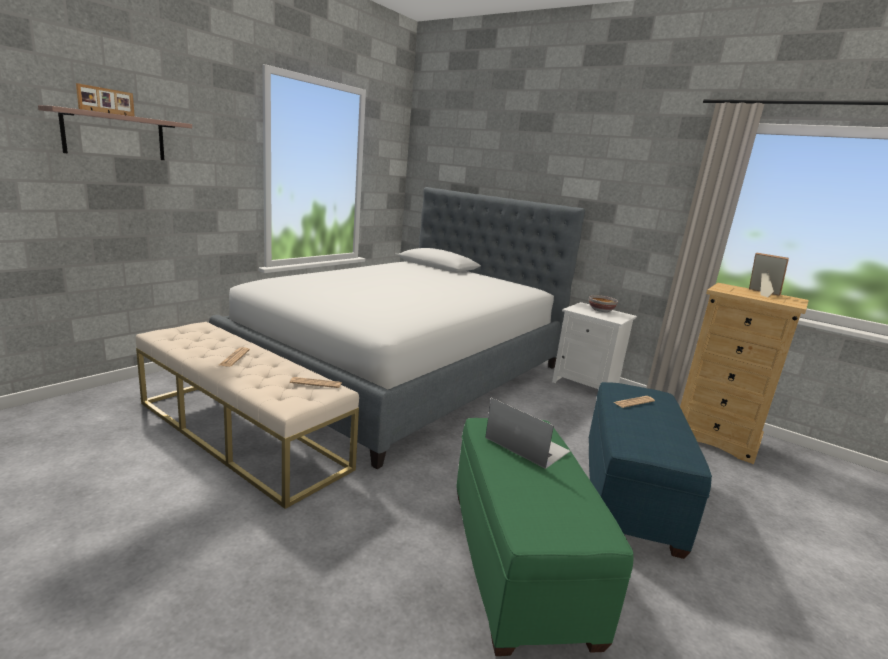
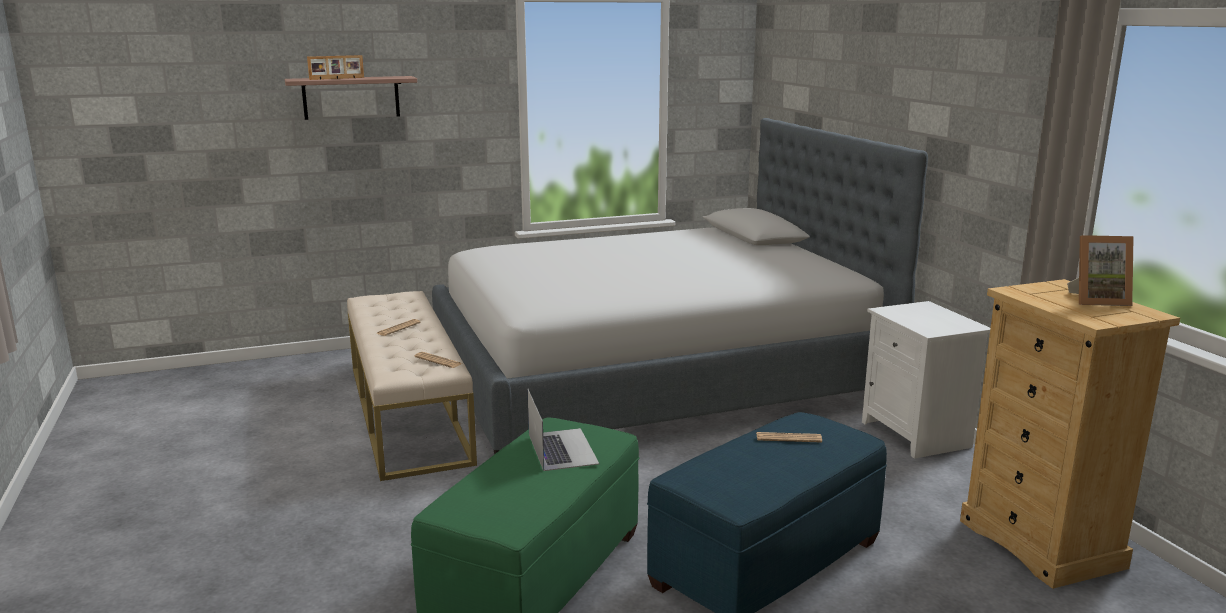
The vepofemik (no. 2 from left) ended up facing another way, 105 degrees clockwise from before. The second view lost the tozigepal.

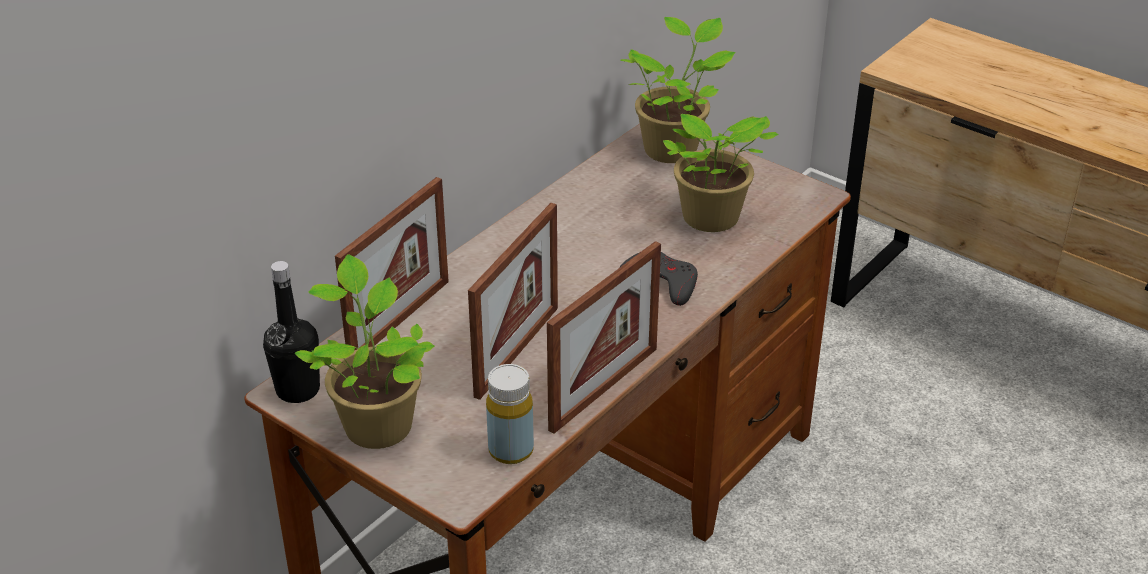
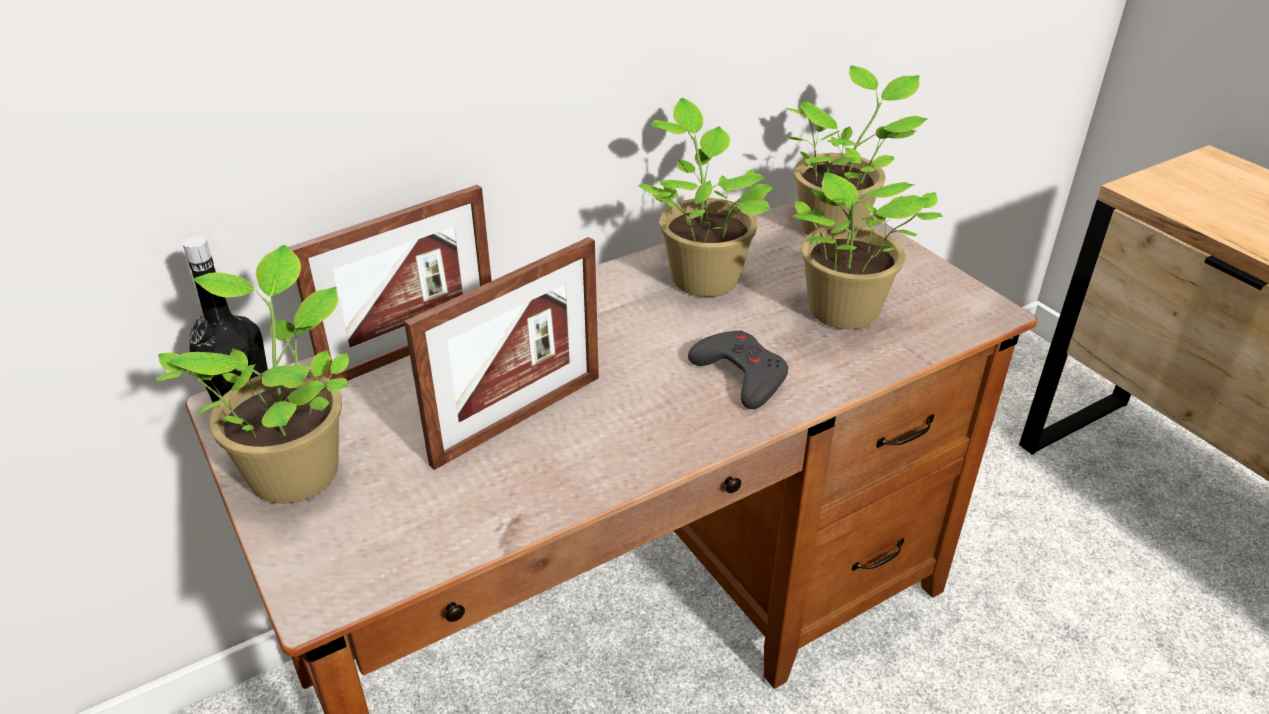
The second view lost the vepofemik (no. 3 from left). The second view lost the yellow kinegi. The second view gained the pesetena (no. 2 from left).

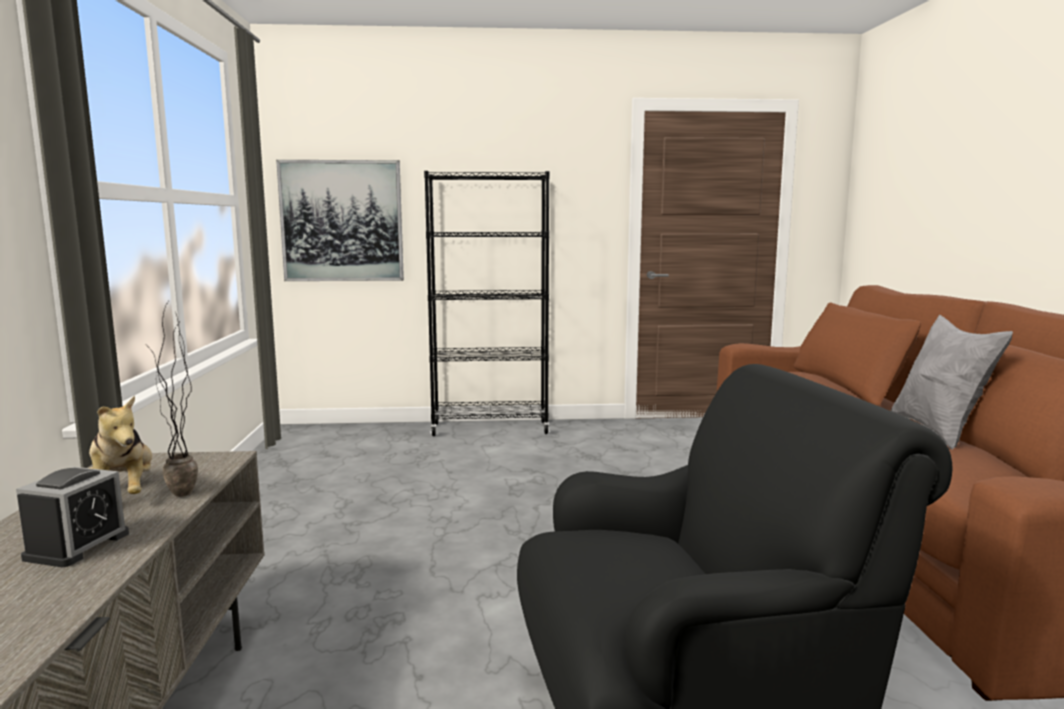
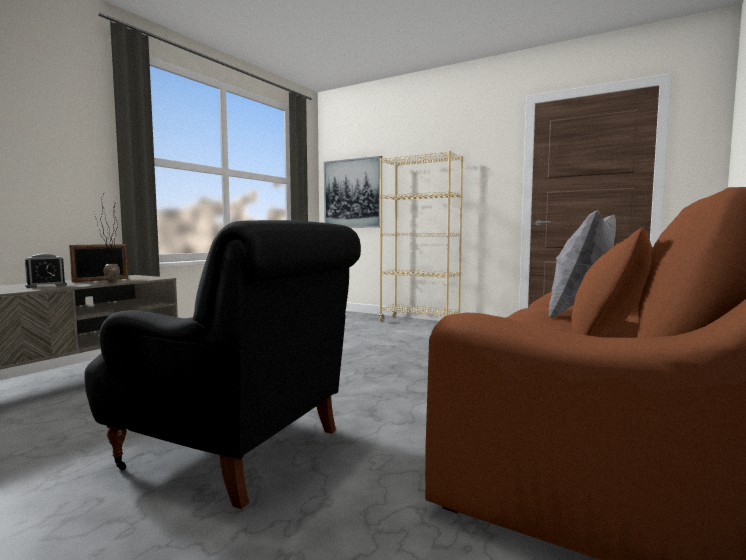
What was the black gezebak turned into the beige gezebak. Where the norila stood, the vepofemik came to stand.

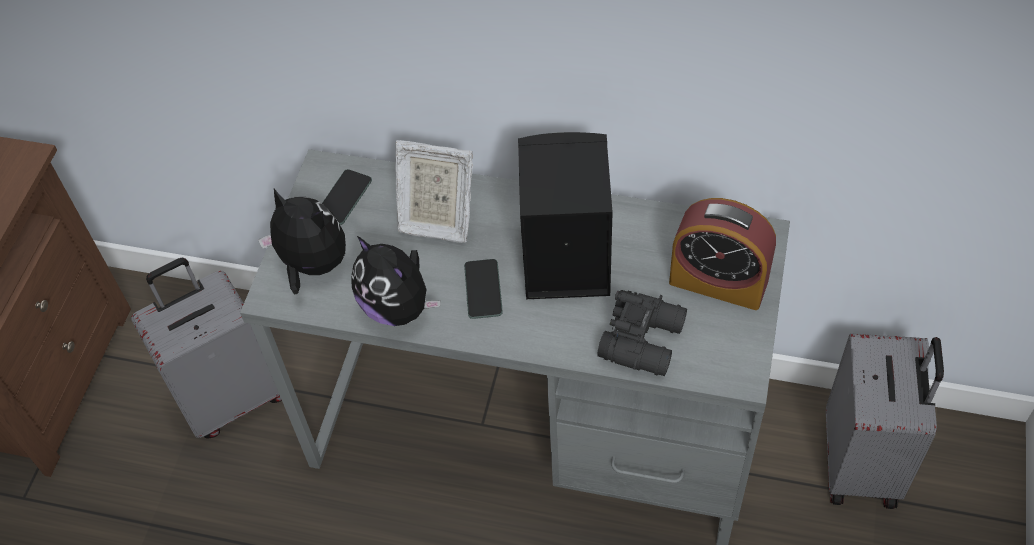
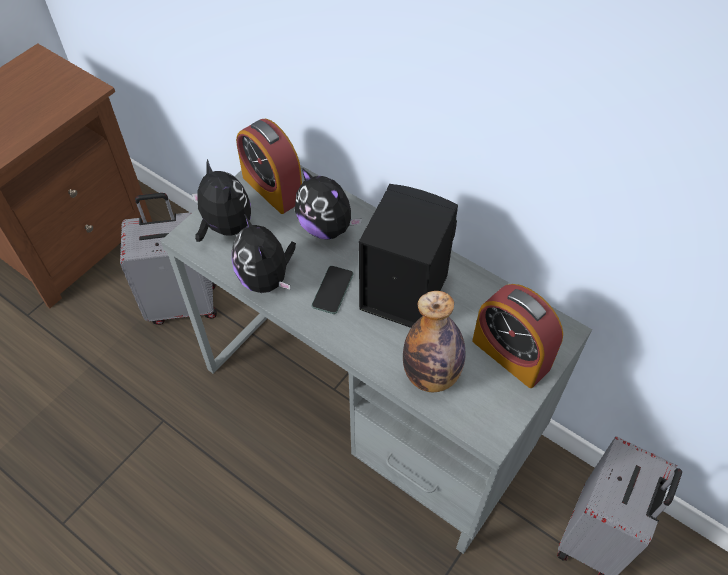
Where the vepofemik stood, the norila (no. 3 from left) came to stand. Where the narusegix (no. 1 from left) stood, the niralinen (no. 1 from left) came to stand. Where the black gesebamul stood, the kinegi came to stand.

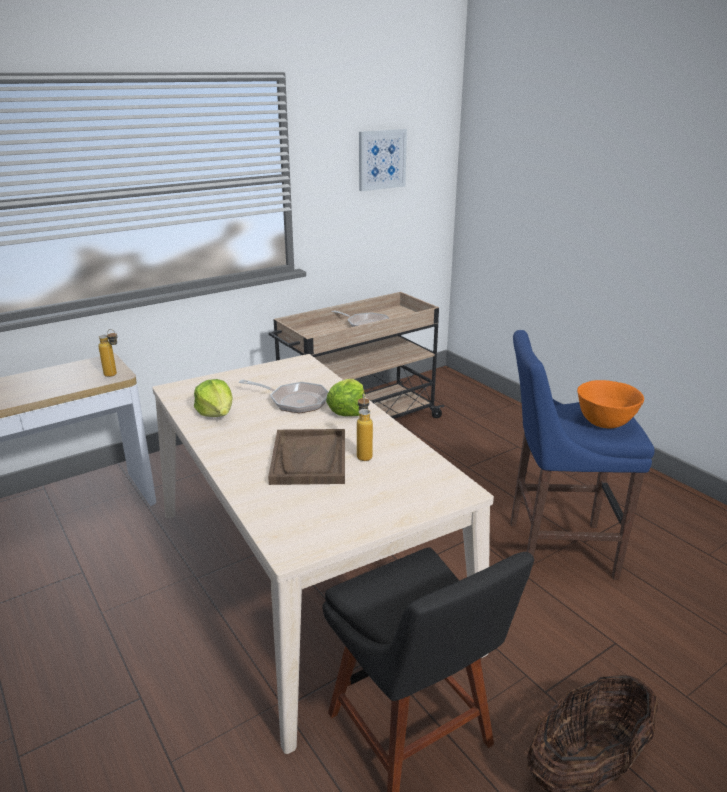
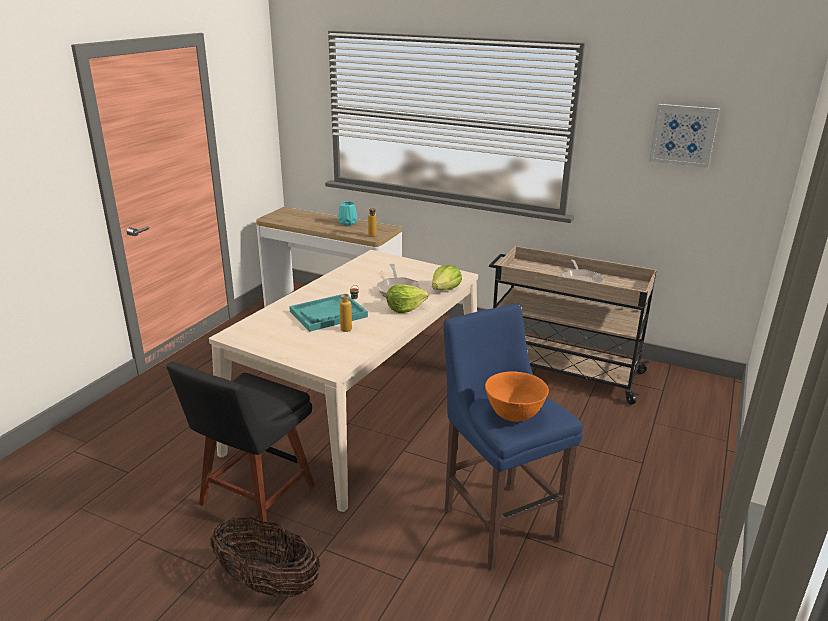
The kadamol (no. 1 from left in the first image) ended up elsewhere. What was the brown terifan turned into the turquoise terifan. The second view gained the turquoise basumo.

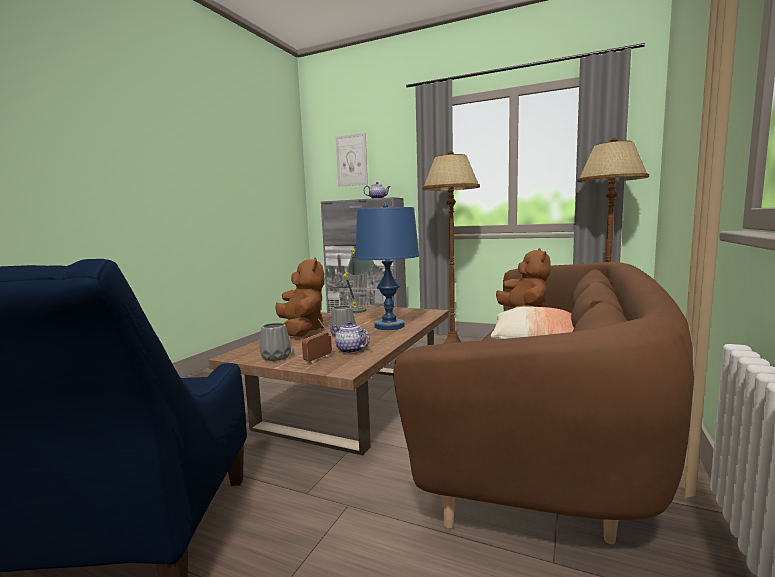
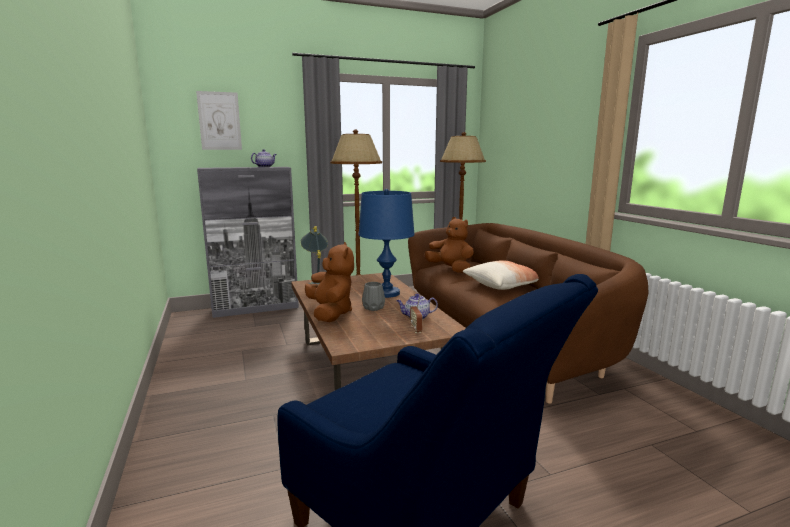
The brown norila (no. 1 from left) ended up facing another way, 45 degrees clockwise from before. The second view lost the grey basumo (no. 1 from left).

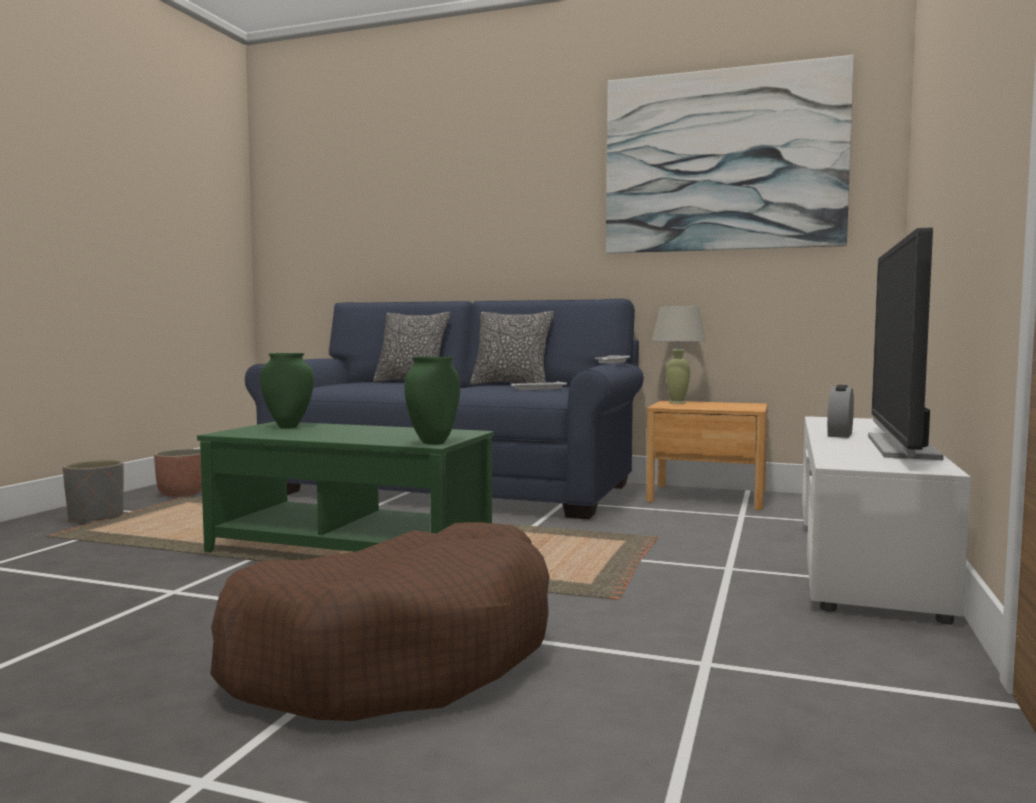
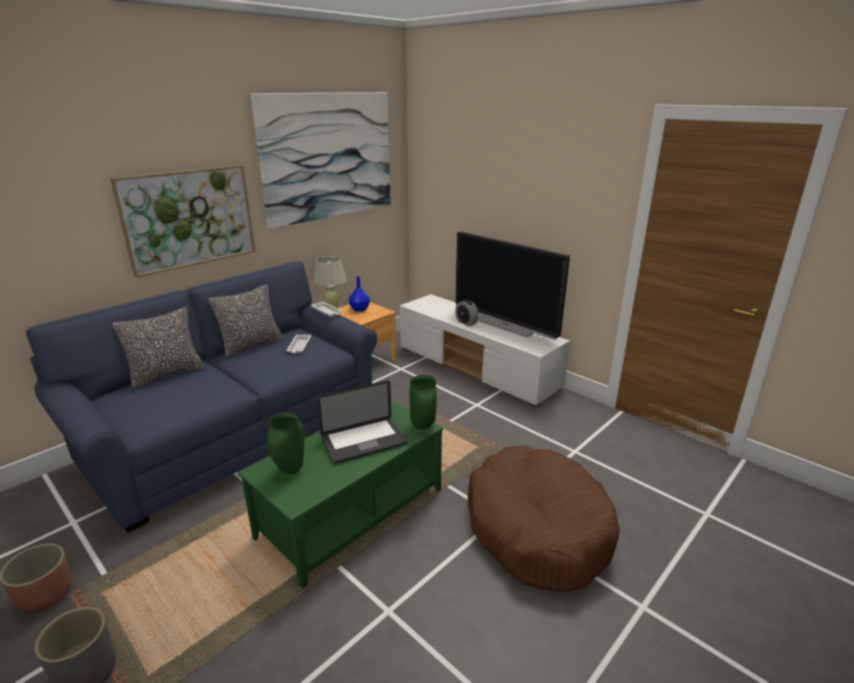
The second view gained the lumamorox (no. 1 from left). The second view gained the blue basumo. The second view gained the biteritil.

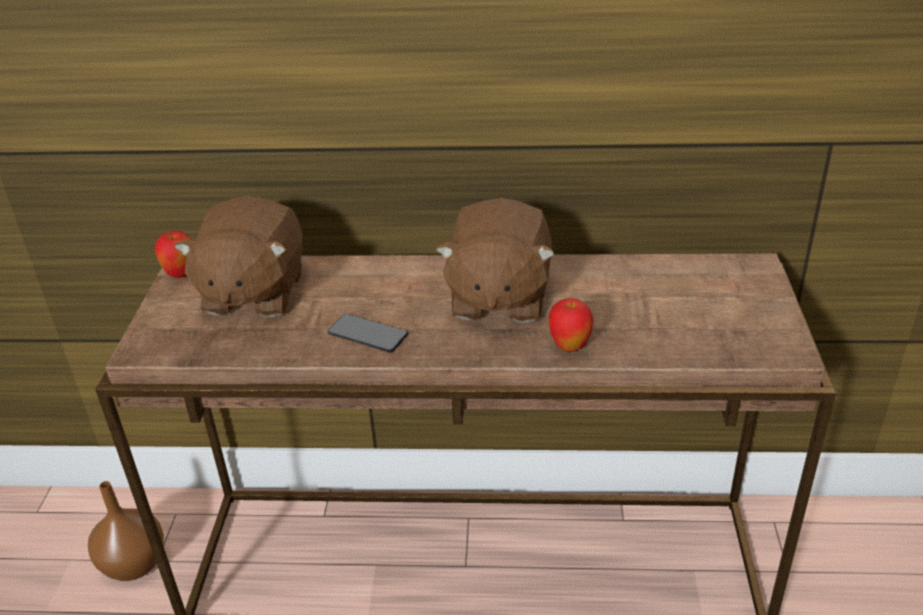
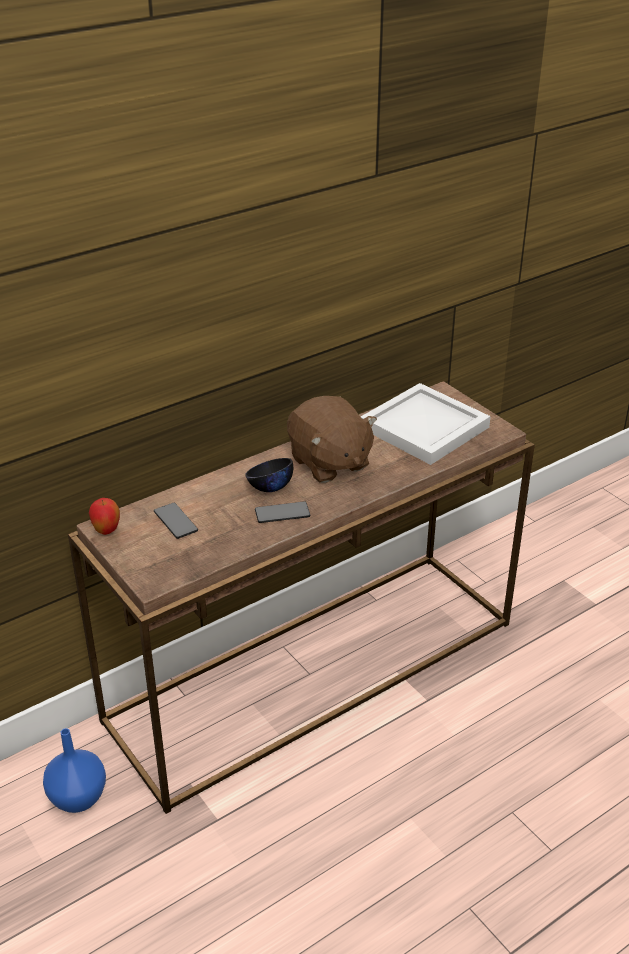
Where the brown norila (no. 1 from left) stood, the narusegix (no. 1 from left) came to stand. The second view lost the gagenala (no. 2 from left). What was the brown basumo turned into the blue basumo. The second view gained the white terifan. The second view gained the black tozigepal.

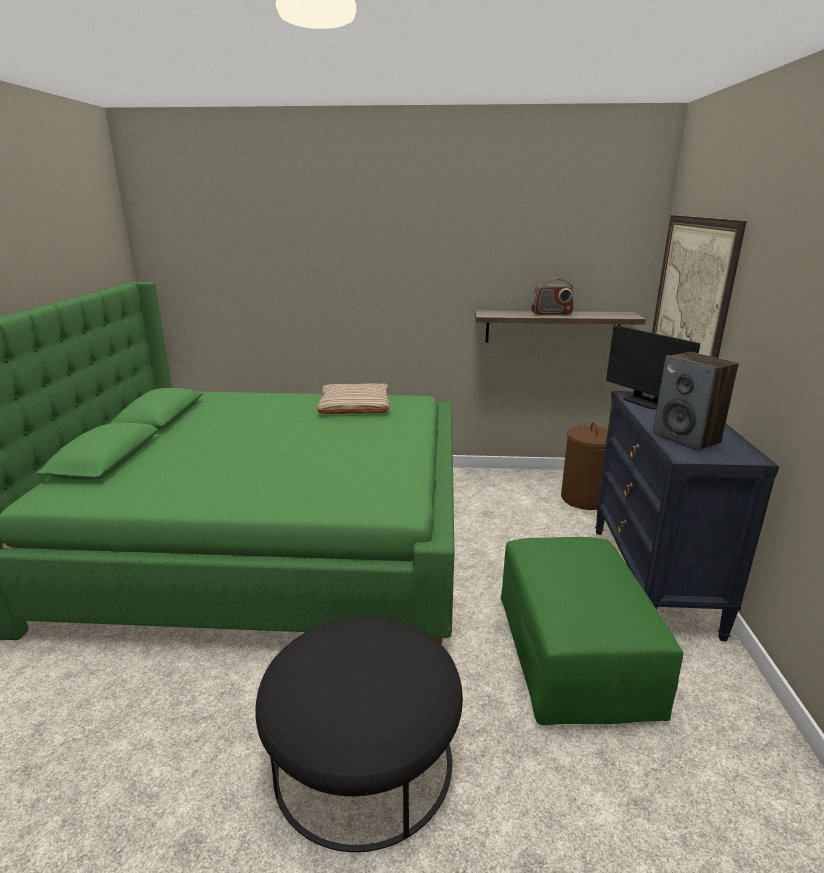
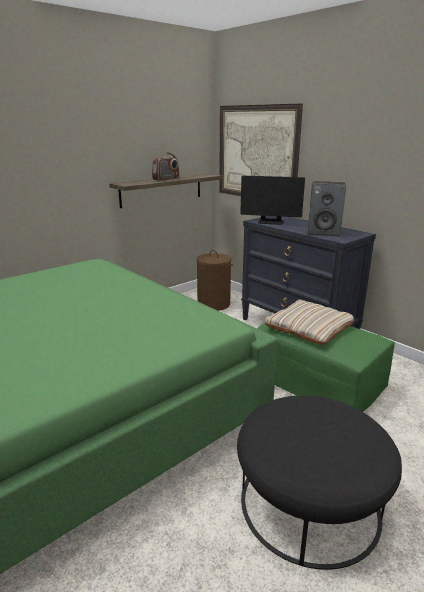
The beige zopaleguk ended up elsewhere.

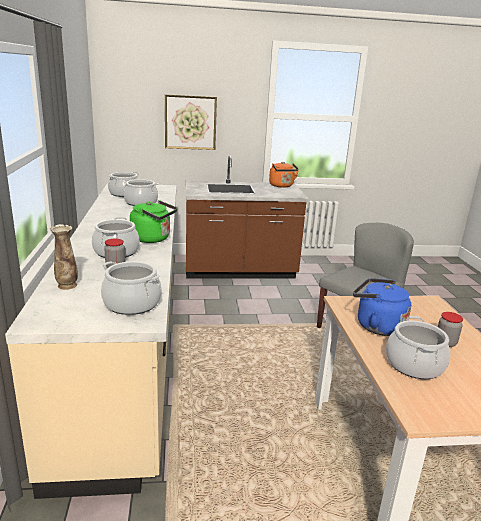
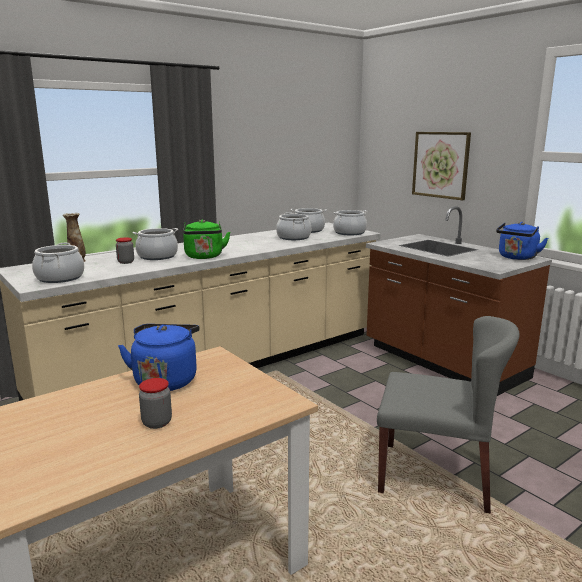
What was the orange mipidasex turned into the blue mipidasex (no. 2 from left). The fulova (no. 5 from left) ended up elsewhere.

